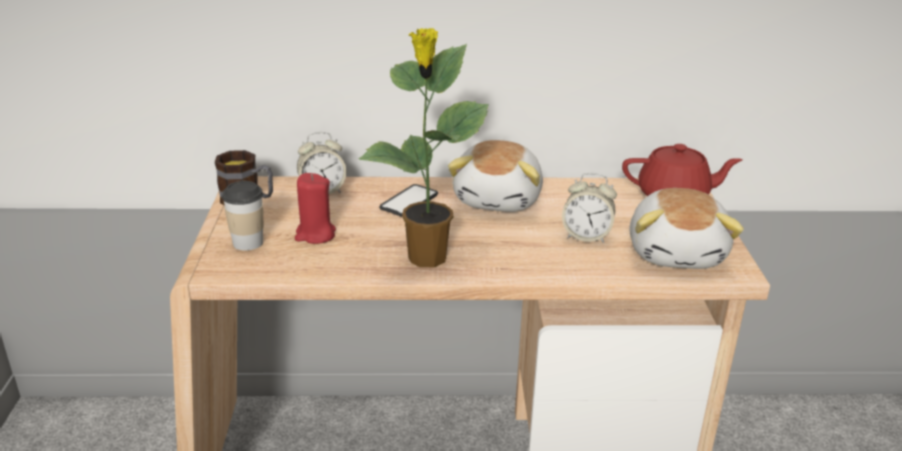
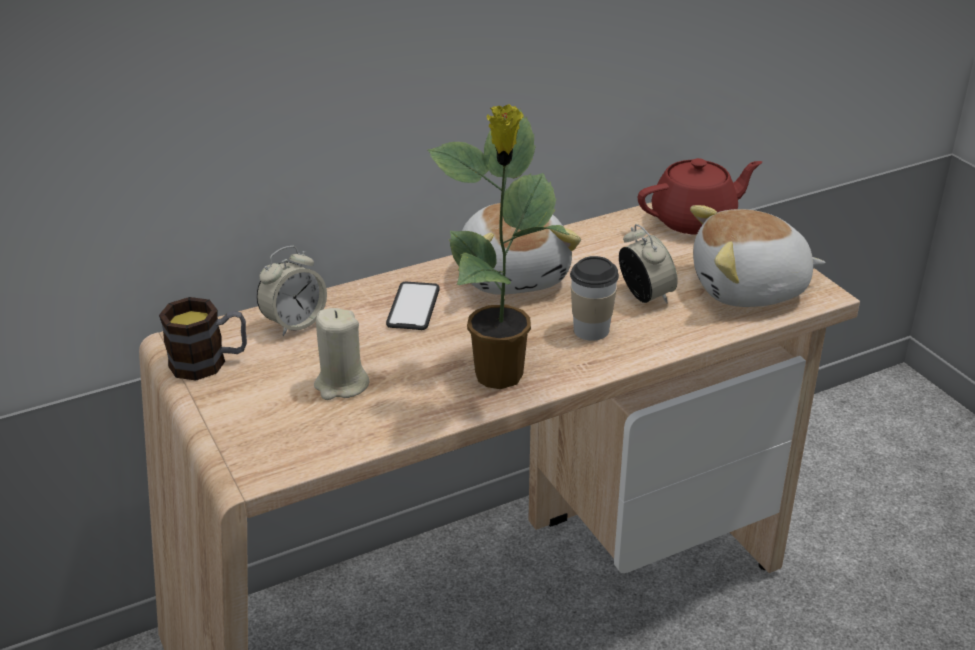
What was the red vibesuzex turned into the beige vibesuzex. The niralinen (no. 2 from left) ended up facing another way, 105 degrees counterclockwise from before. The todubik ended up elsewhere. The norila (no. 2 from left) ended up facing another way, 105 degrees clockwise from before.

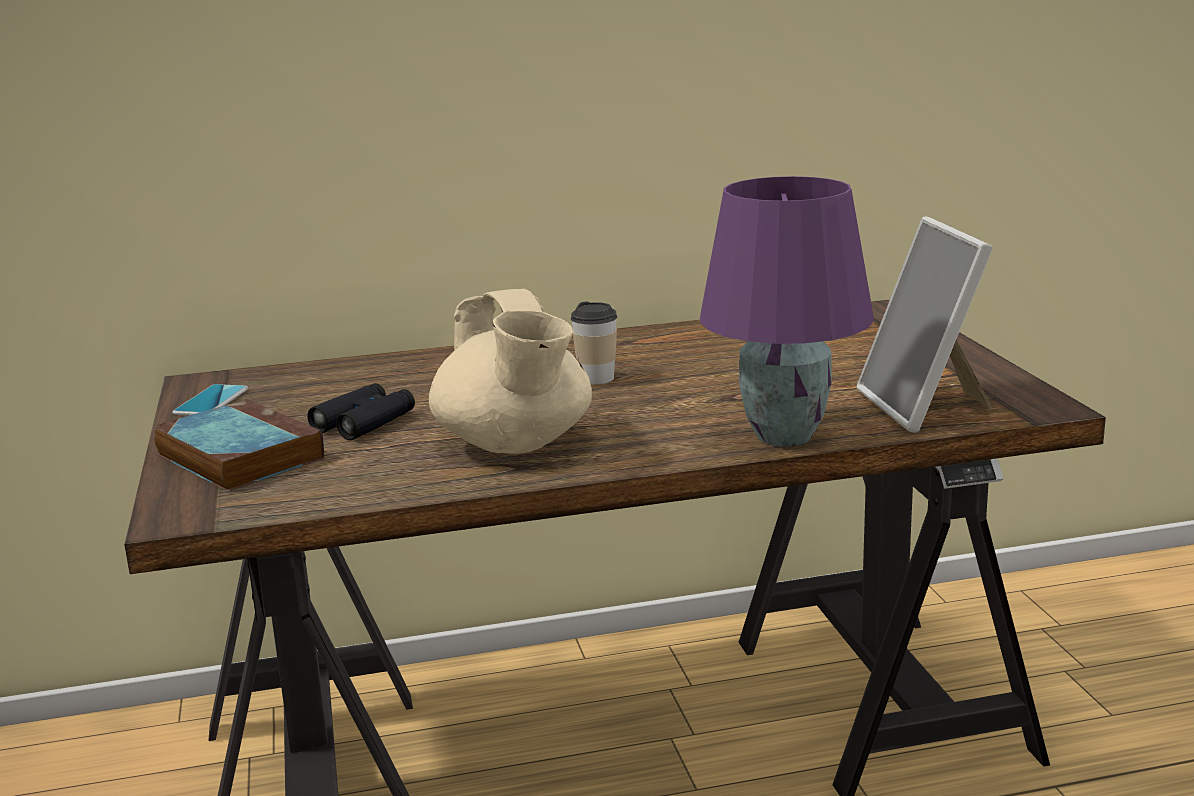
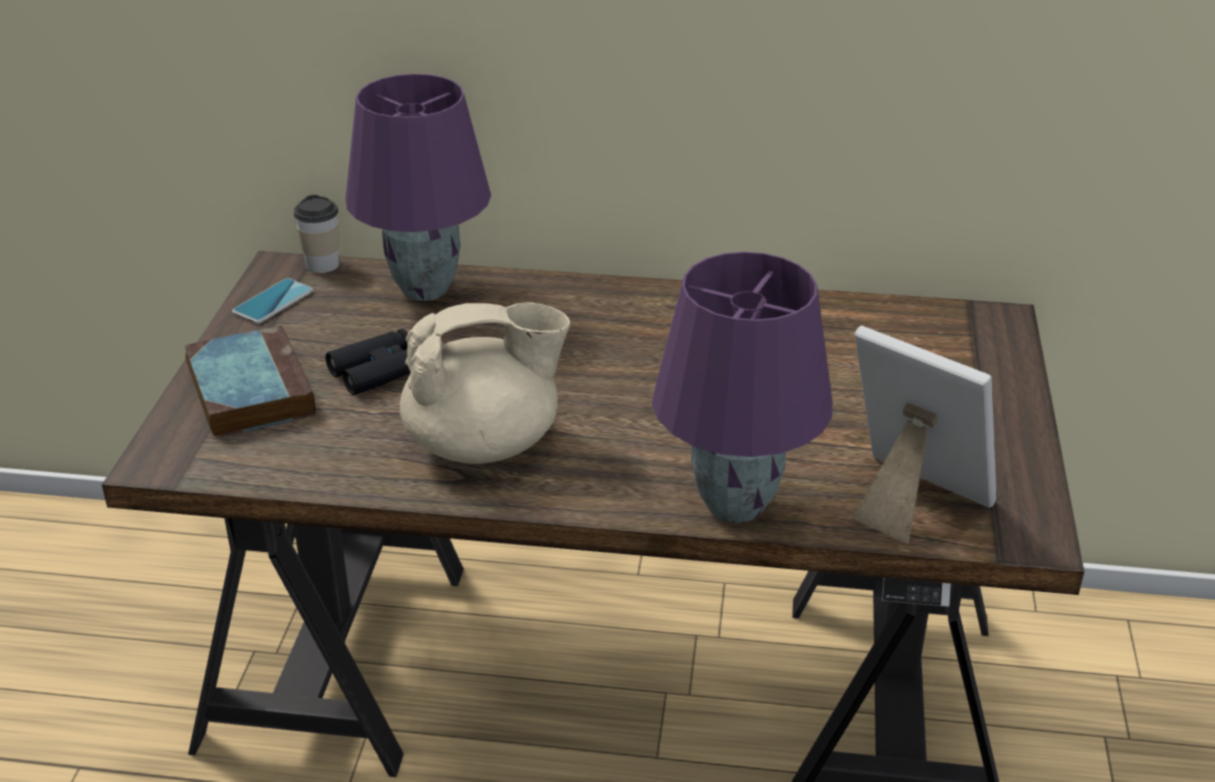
The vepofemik ended up facing another way, 120 degrees clockwise from before. The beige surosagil ended up facing another way, 105 degrees counterclockwise from before. The todubik ended up elsewhere. The second view gained the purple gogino (no. 1 from left).

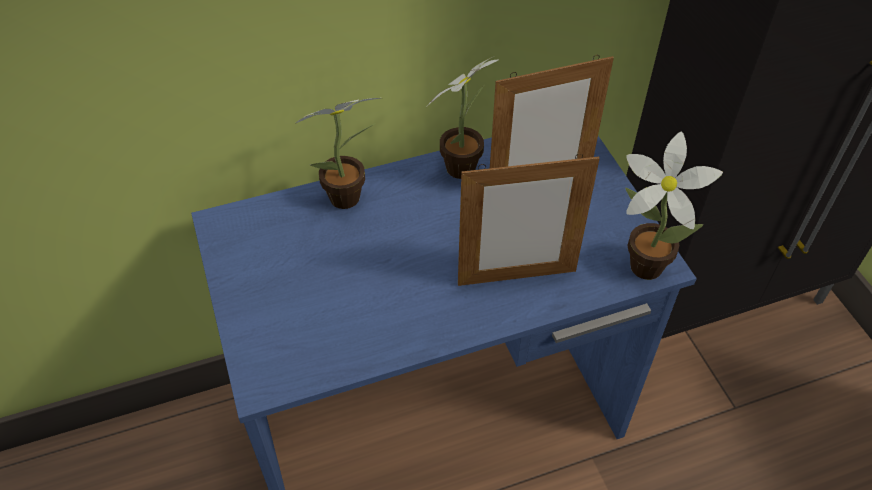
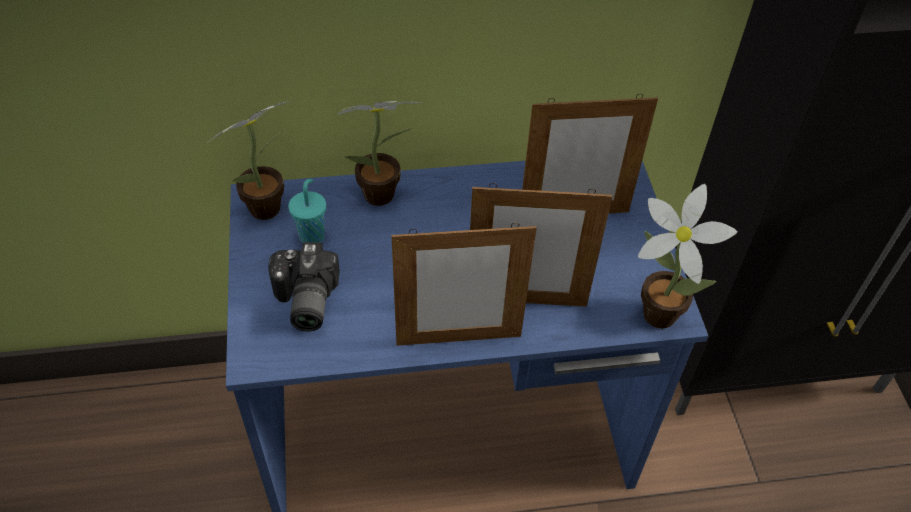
The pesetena (no. 2 from left in the first image) ended up elsewhere. The second view gained the turquoise todubik. The second view gained the vepofemik (no. 1 from left). The second view gained the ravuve.

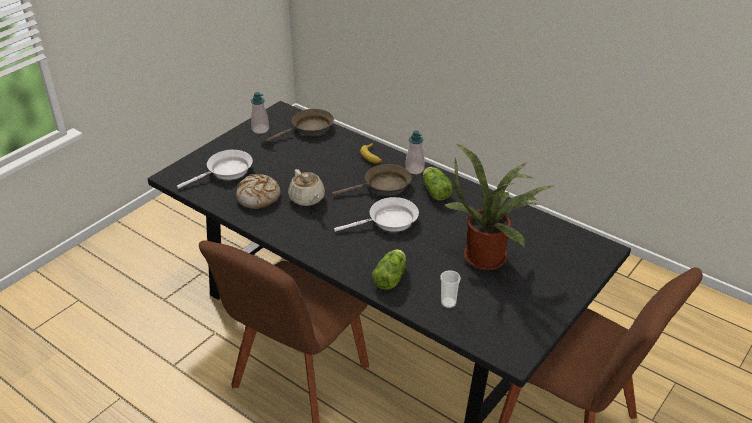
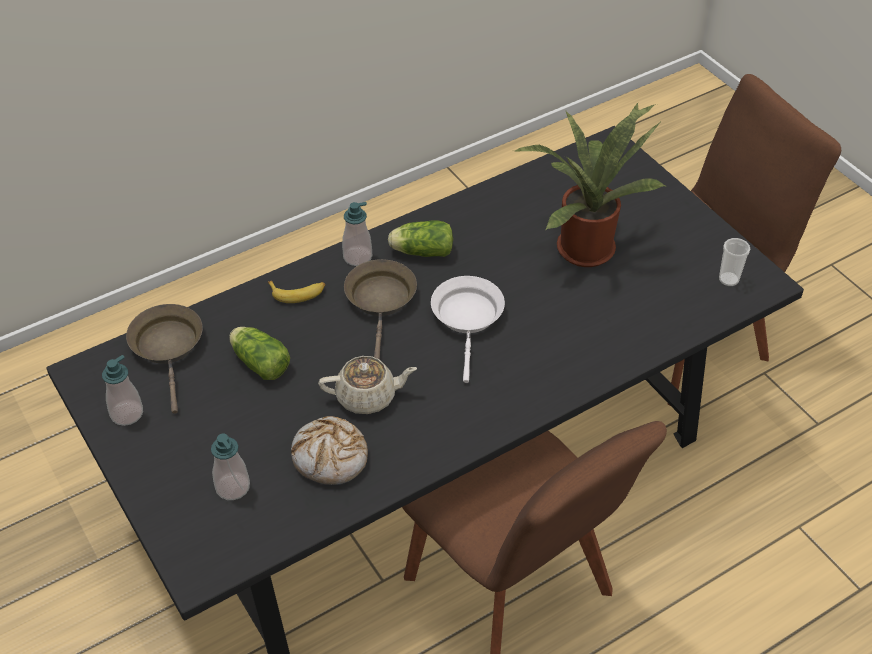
Where the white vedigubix (no. 1 from left) stood, the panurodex (no. 2 from left) came to stand. The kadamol (no. 1 from left) ended up elsewhere. The todubik ended up elsewhere.

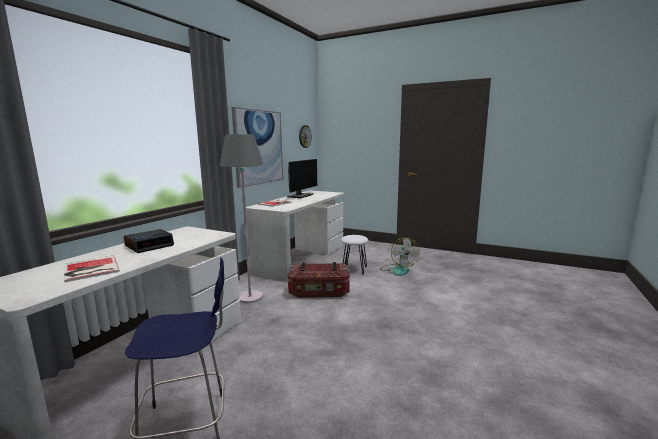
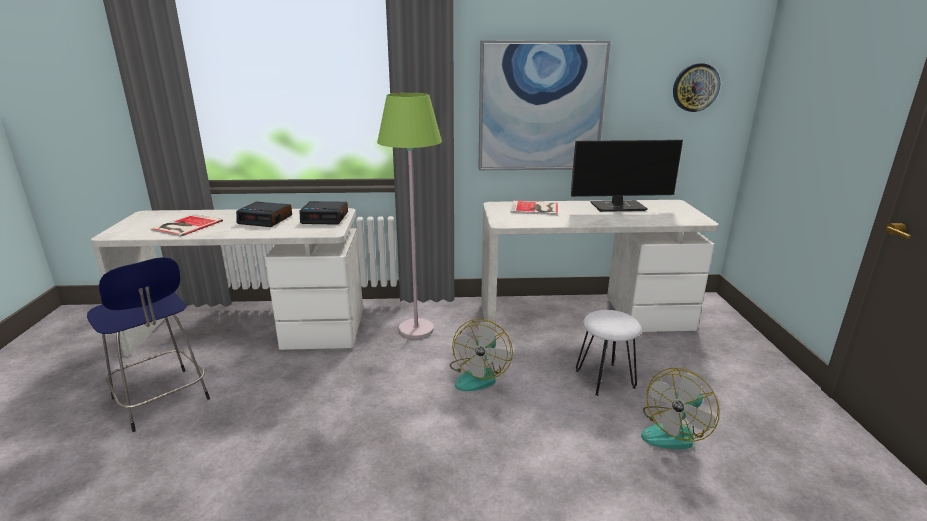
What was the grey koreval turned into the green koreval. Where the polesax stood, the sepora (no. 1 from left) came to stand. The second view gained the niralinen (no. 2 from left).

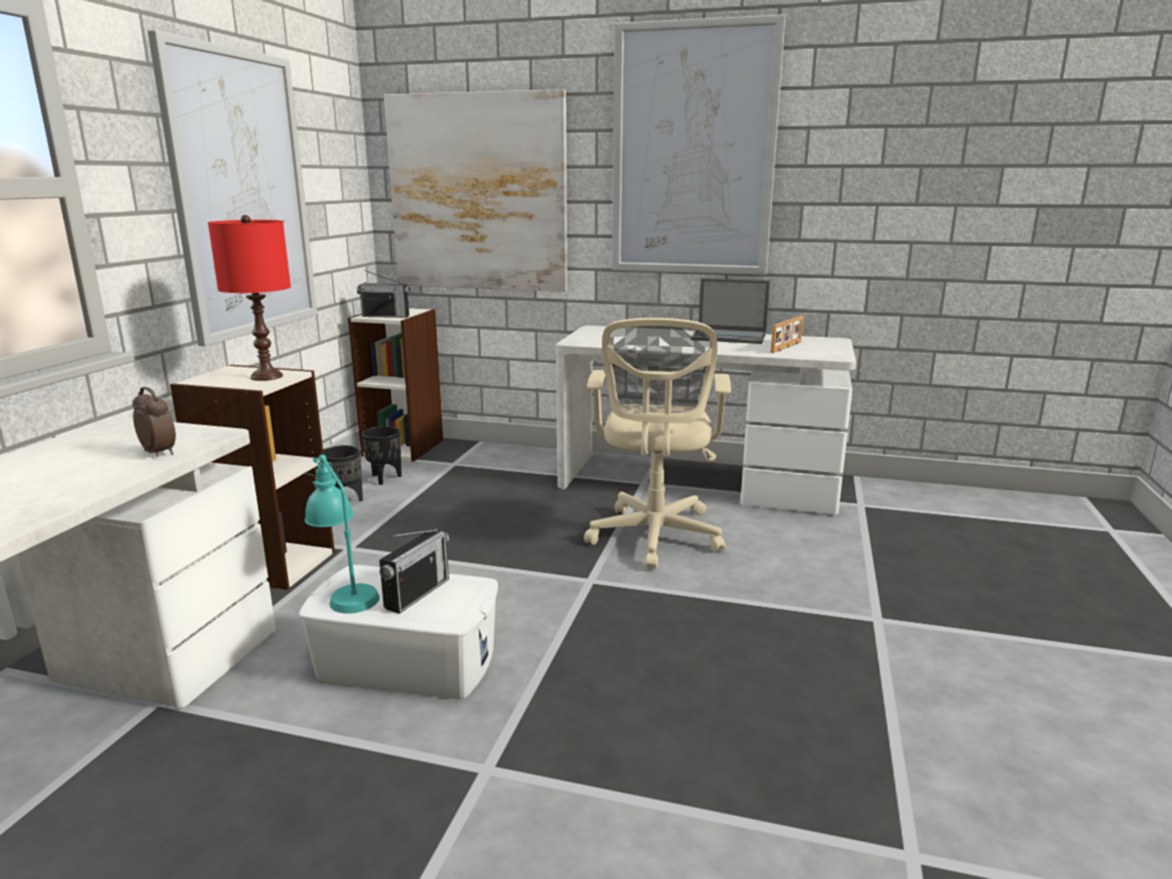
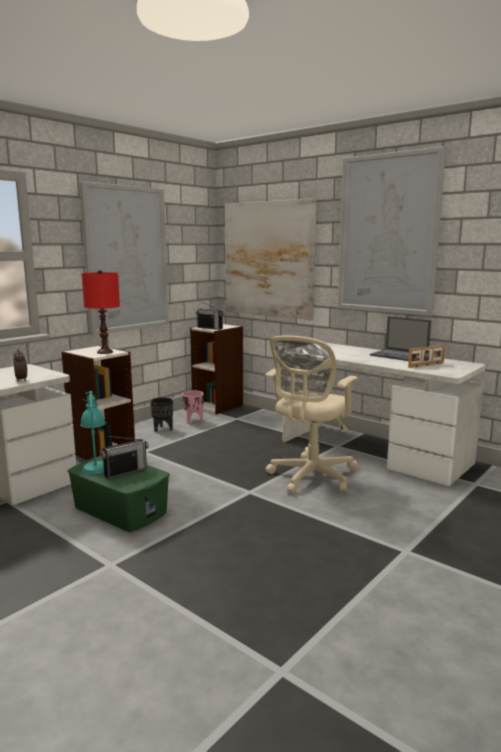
What was the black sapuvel (no. 2 from left) turned into the pink sapuvel. What was the white polesax turned into the green polesax.

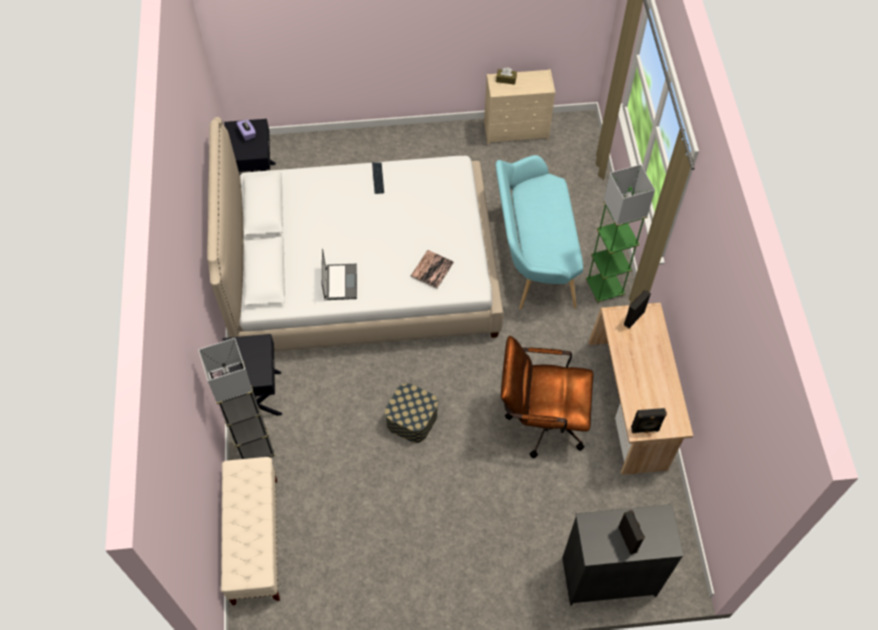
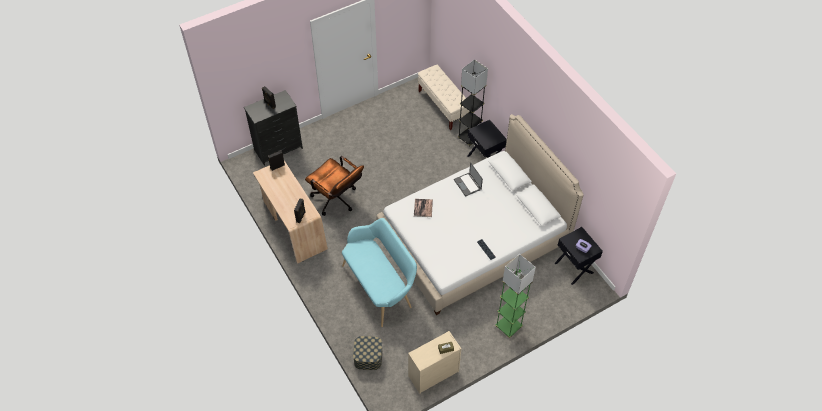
The green koreval ended up elsewhere. The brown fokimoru ended up facing another way, 60 degrees clockwise from before. The polesax ended up elsewhere.

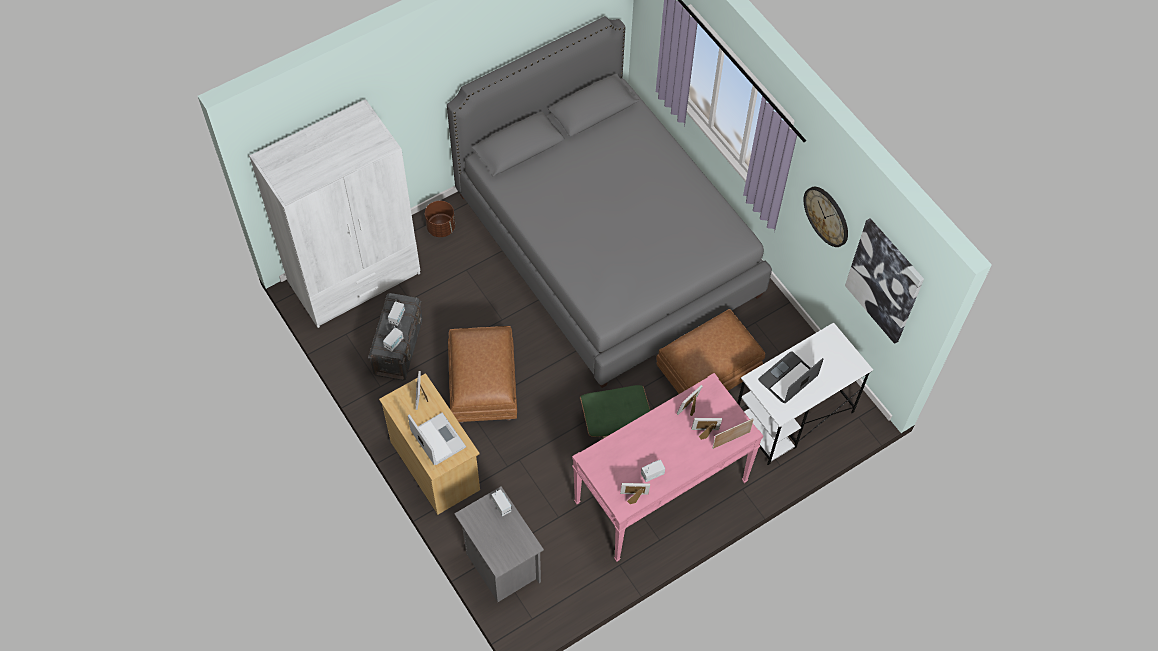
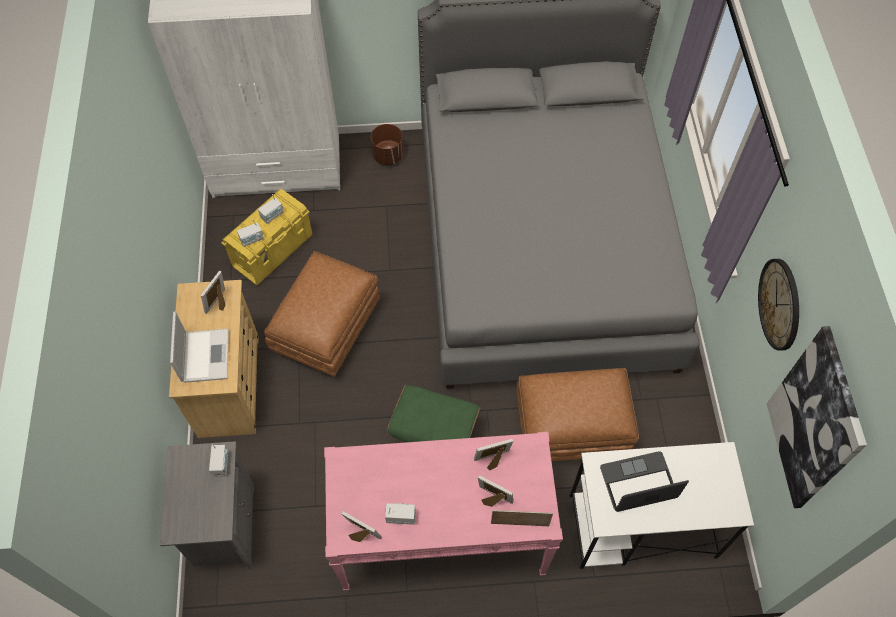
What was the grey polesax turned into the yellow polesax.

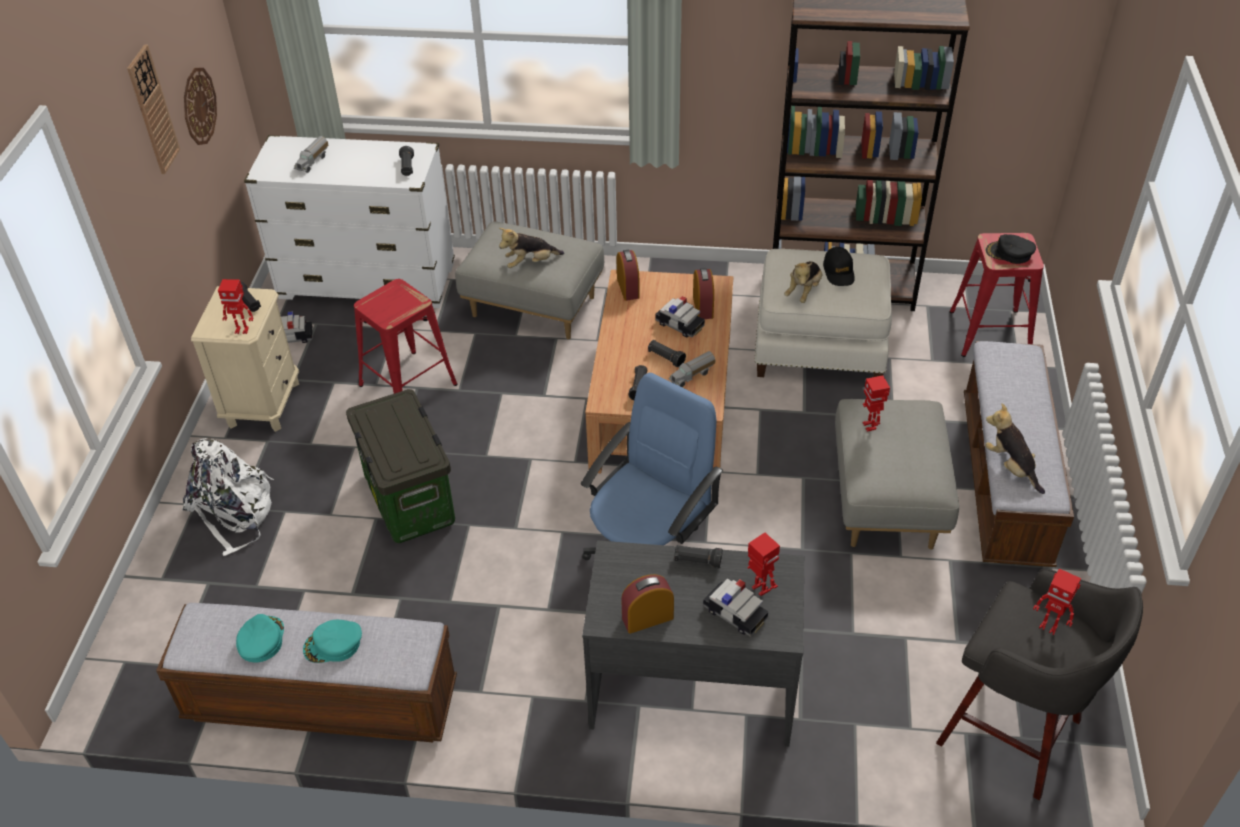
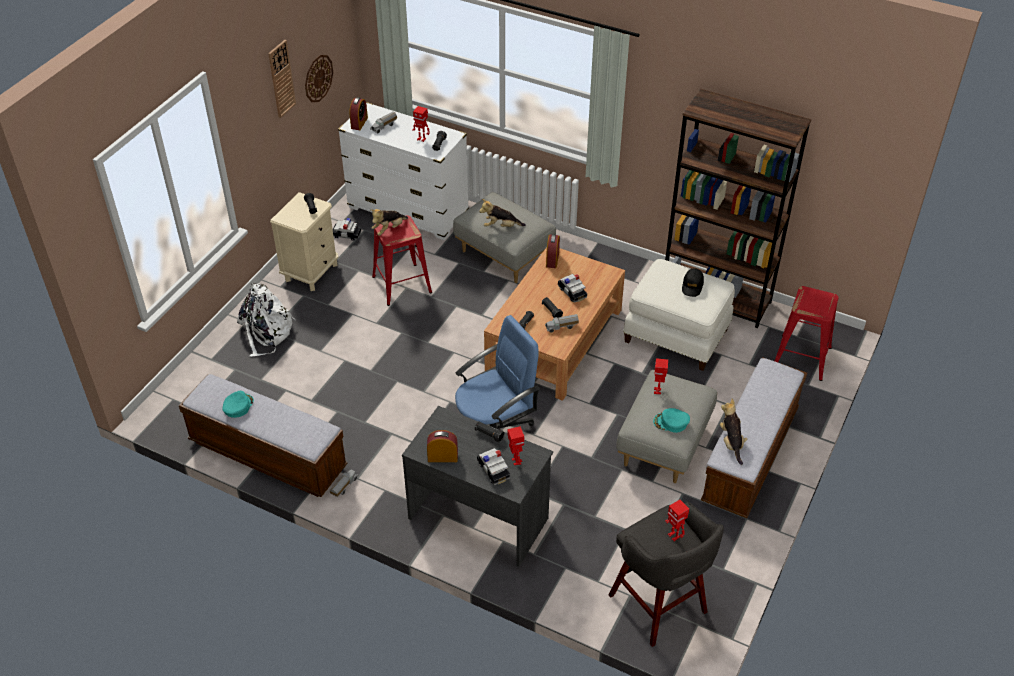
The second view lost the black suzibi (no. 2 from left). The norila (no. 2 from left in the first image) ended up elsewhere. The niralinen (no. 3 from left in the first image) ended up elsewhere. The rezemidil (no. 1 from left) ended up elsewhere. The second view lost the polesax. The turquoise suzibi (no. 2 from left) ended up elsewhere. The second view gained the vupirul (no. 1 from left).

